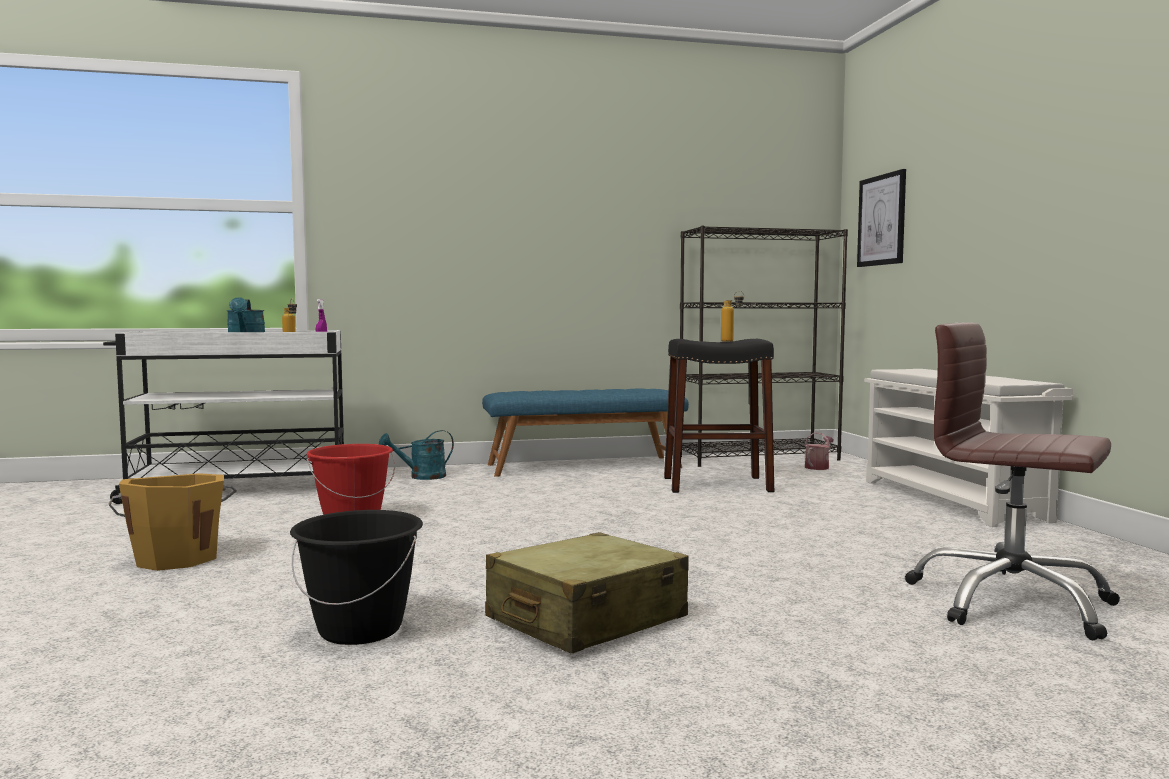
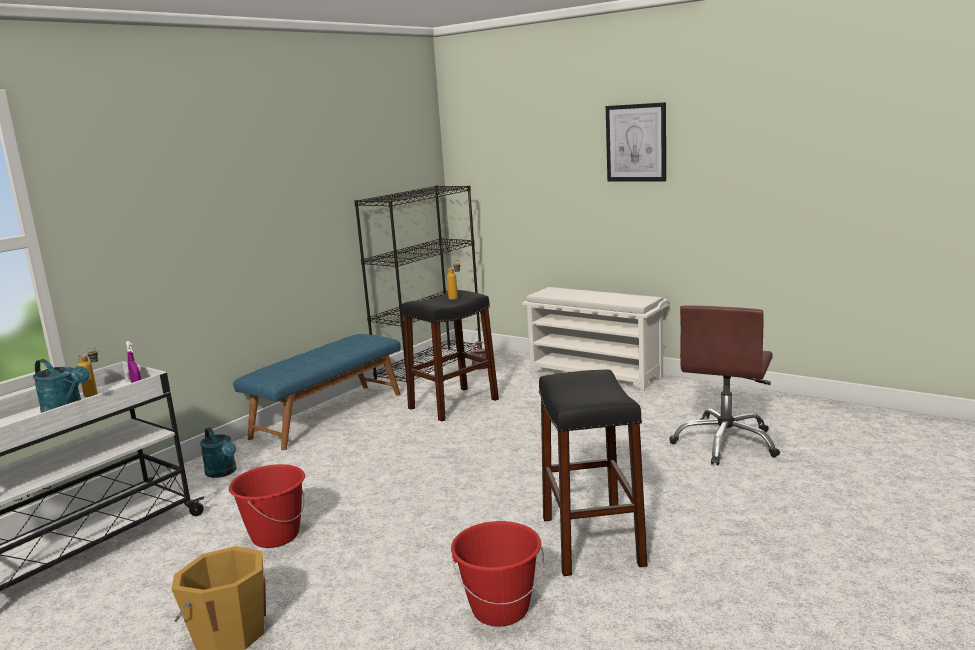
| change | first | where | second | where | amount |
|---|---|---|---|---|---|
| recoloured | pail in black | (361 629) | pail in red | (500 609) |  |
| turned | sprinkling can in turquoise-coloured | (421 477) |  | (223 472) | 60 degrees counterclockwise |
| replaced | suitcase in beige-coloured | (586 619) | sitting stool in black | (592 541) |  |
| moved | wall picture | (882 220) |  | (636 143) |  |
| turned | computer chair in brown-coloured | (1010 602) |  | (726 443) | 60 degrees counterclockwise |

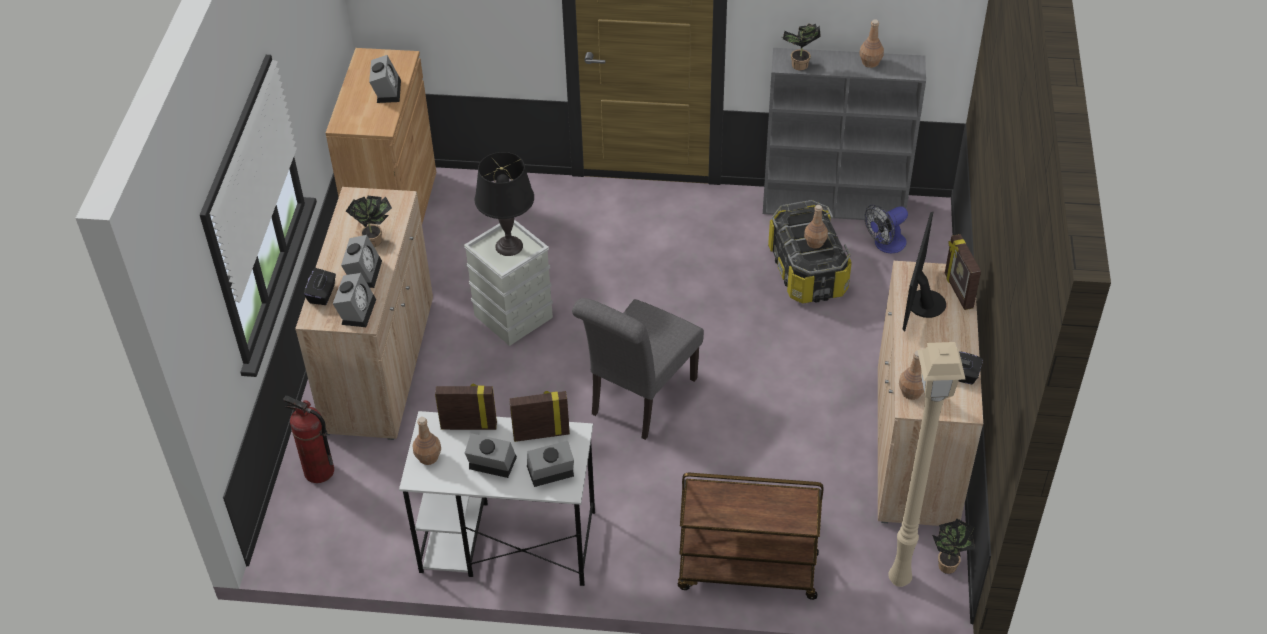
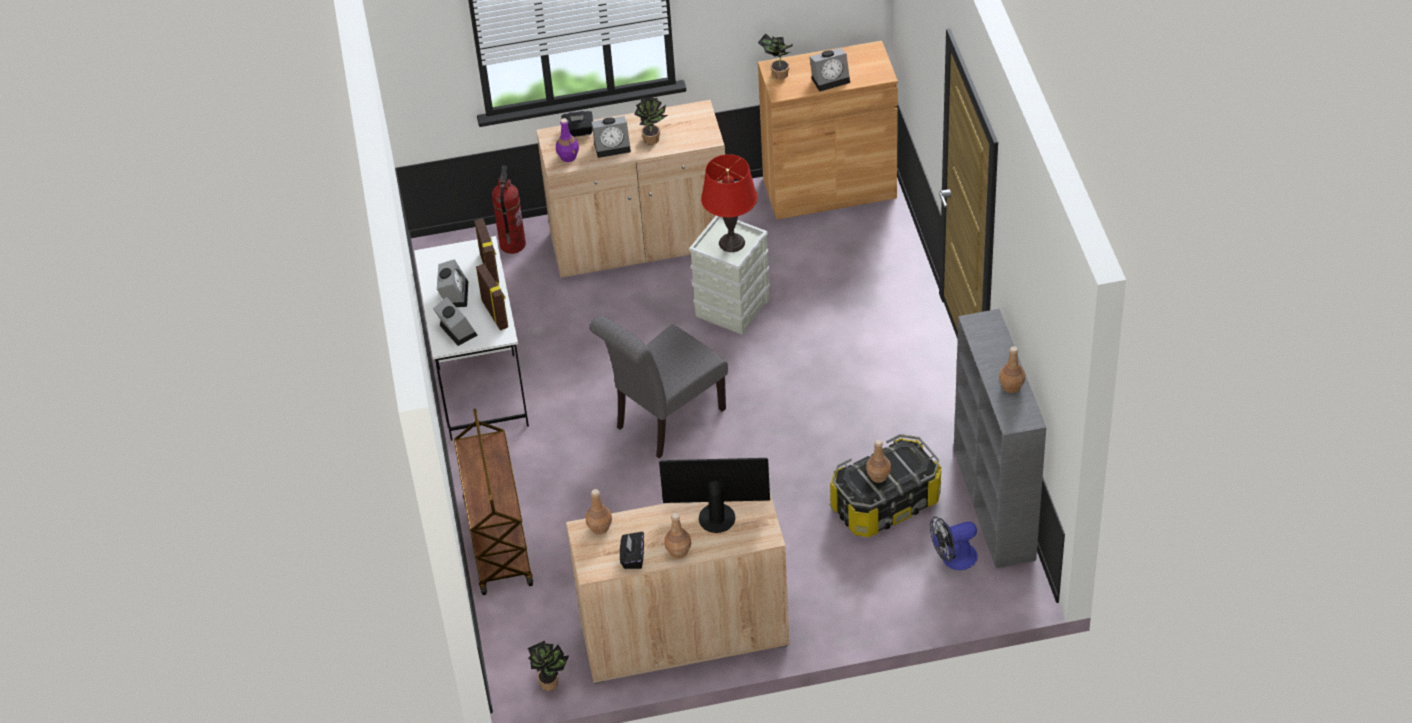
| change | first | where | second | where | amount |
|---|---|---|---|---|---|
| replaced | table clock | (357 310) | bottle in purple | (568 156) |  |
| moved | bottle in brown-coloured | (428 457) |  | (678 551) |  |
| recoloured | lamp for a table in black | (509 246) | lamp for a table in red | (732 242) |  |
| turned | chair in grey | (639 400) |  | (665 421) | 60 degrees counterclockwise |
| moved | potted plant | (798 66) |  | (777 74) |  |
| turned | cooling fan | (885 245) |  | (953 559) | 60 degrees counterclockwise |
| removed | floor lamp in beige-coloured | (898 580) |  |  |  |
| removed | photo frame | (957 291) |  |  |  |

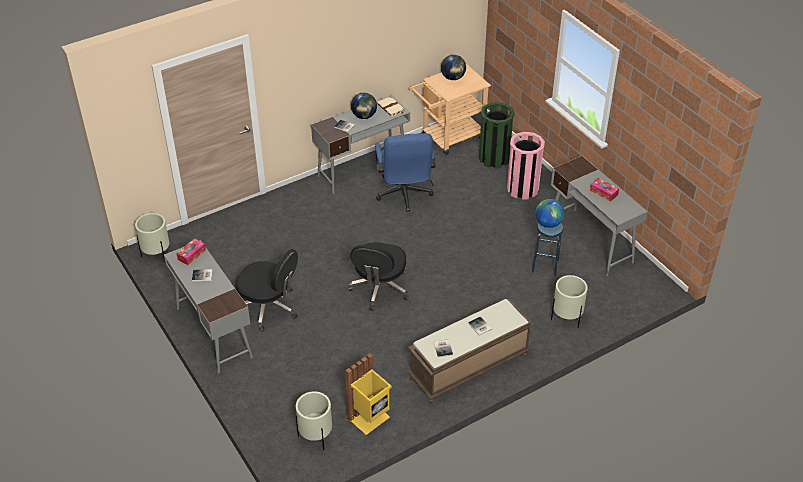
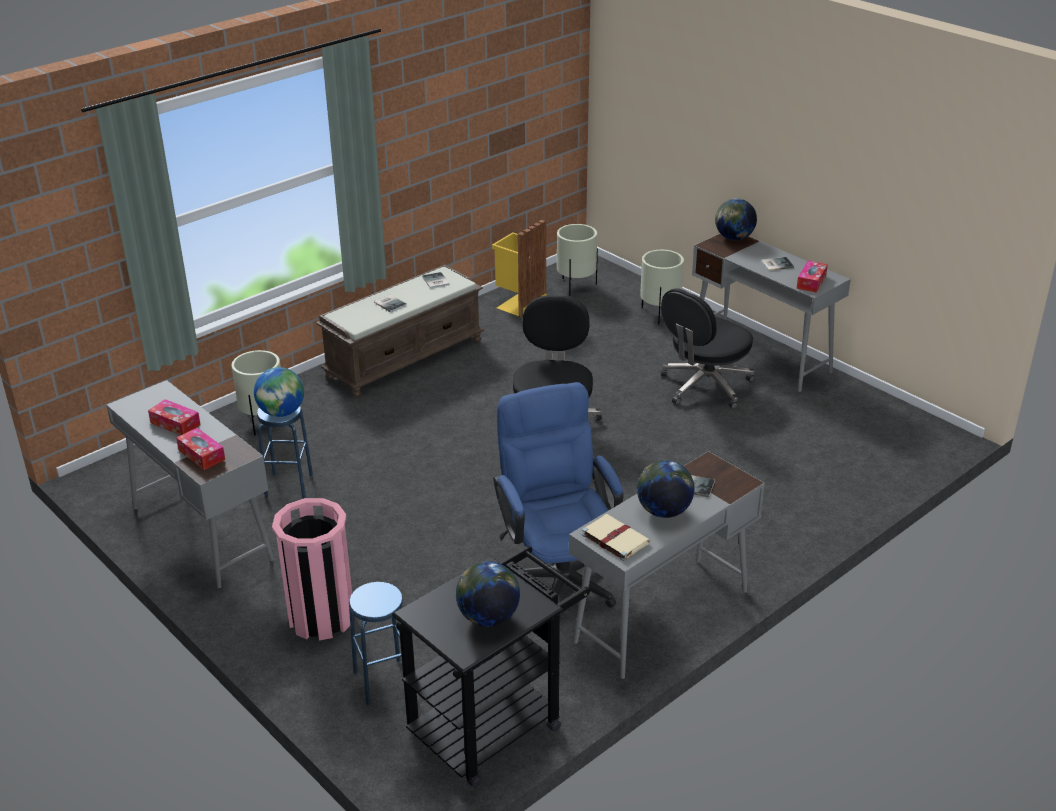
| change | first | where | second | where | amount |
|---|---|---|---|---|---|
| moved | planter in beige-coloured | (157 255) |  | (659 313) |  |
| turned | computer chair in black | (269 308) |  | (704 386) | 60 degrees counterclockwise |
| recoloured | trolley in beige-coloured | (448 138) | trolley in black | (495 722) |  |
| replaced | trash can in green | (494 158) | sitting stool in blue-coloured | (383 681) |  |
| added |  |  | box of tissues | (201 455) |  |
| added |  |  | world globe | (734 238) |  |

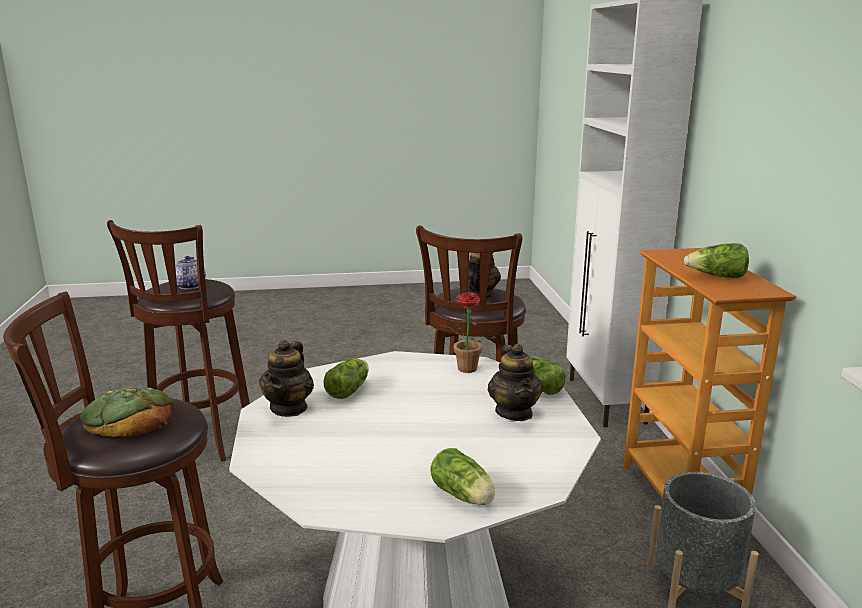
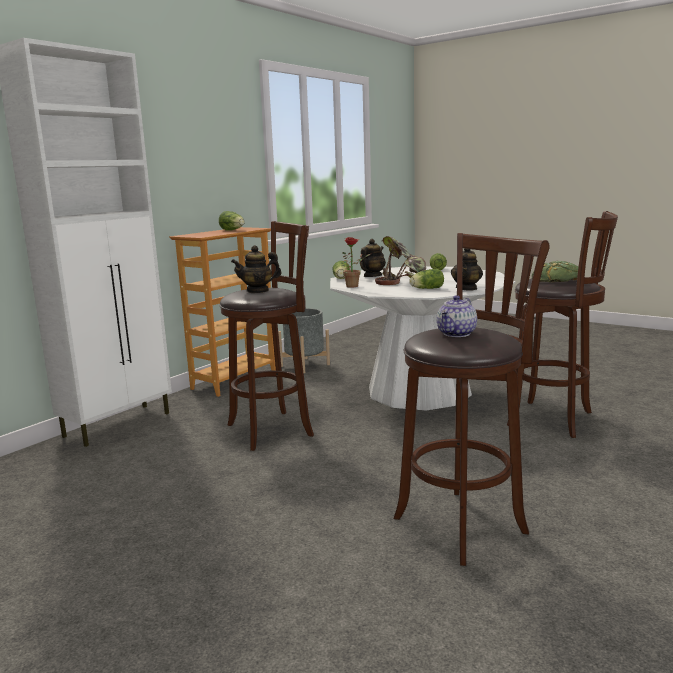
| change | first | where | second | where | amount |
|---|---|---|---|---|---|
| turned | tea pot | (289 408) |  | (466 288) | 150 degrees clockwise |
| added |  |  | potted plant | (402 281) |  |

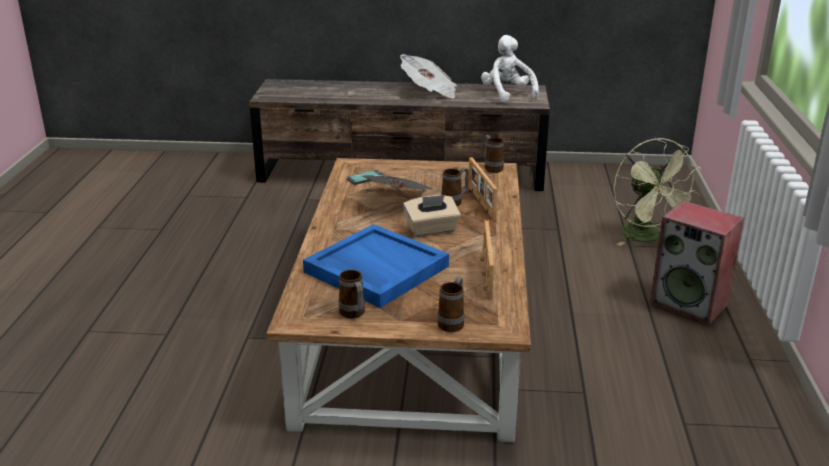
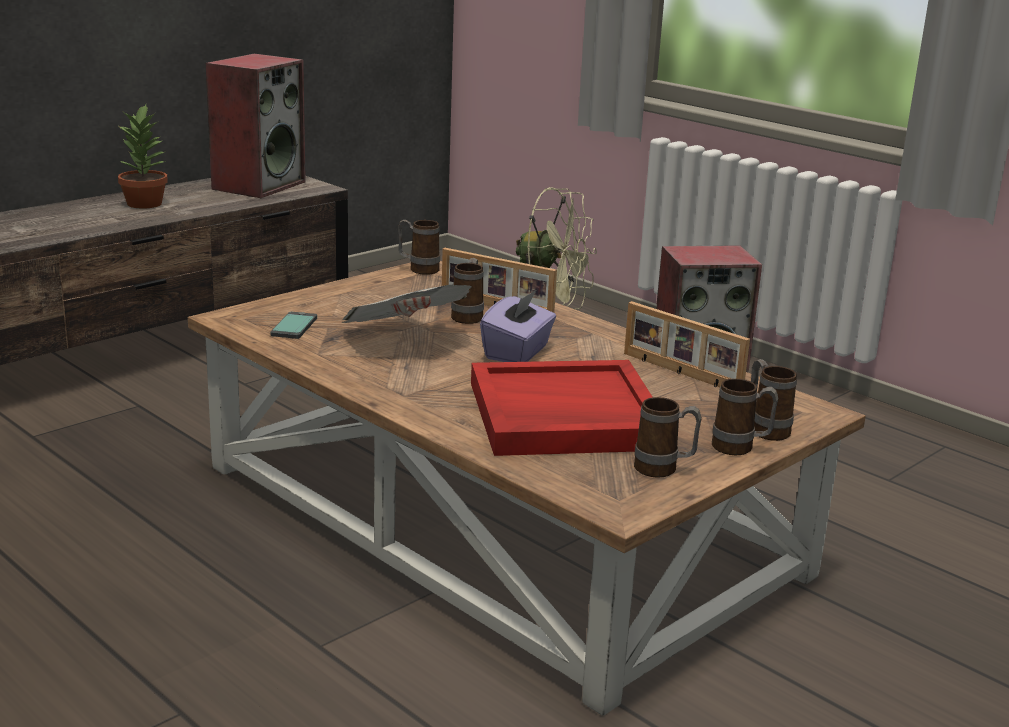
| change | first | where | second | where | amount |
|---|---|---|---|---|---|
| recoloured | carrying tray in blue-coloured | (375 269) | carrying tray in red | (564 416) |  |
| replaced | daily paper | (429 92) | potted plant | (145 204) |  |
| recoloured | box of tissues in beige-coloured | (431 230) | box of tissues in purple | (517 352) |  |
| replaced | soft toy in whitish | (507 94) | speaker | (259 185) |  |
| added |  |  | tea mug | (740 448) |  |

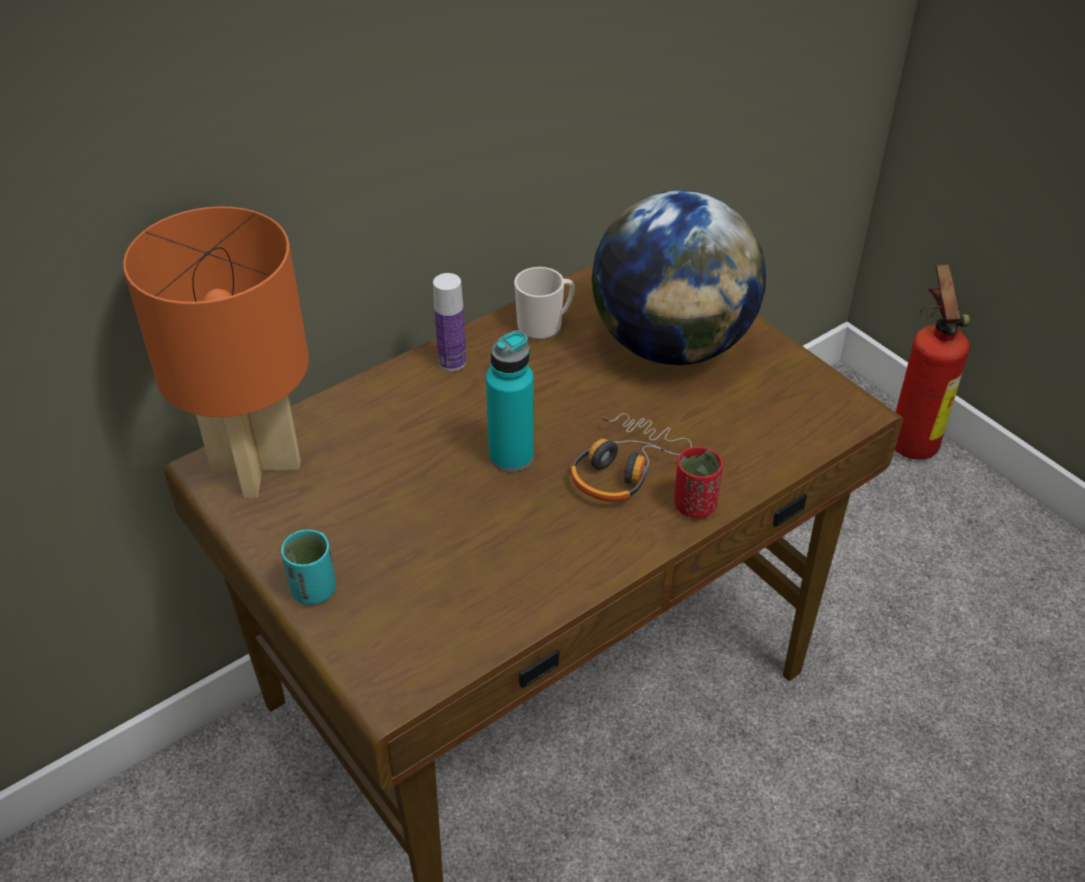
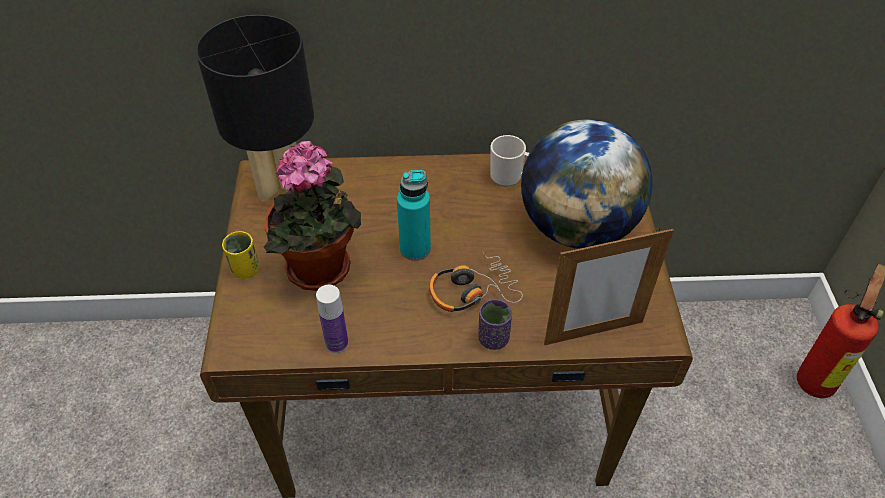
| change | first | where | second | where | amount |
|---|---|---|---|---|---|
| recoloured | lamp for a table in orangey | (255 464) | lamp for a table in black | (280 183) |  |
| recoloured | cup in turquoise-coloured | (313 590) | cup in yellow-coloured | (245 269) |  |
| moved | bottle | (452 362) |  | (337 343) |  |
| recoloured | cup in red | (694 505) | cup in purple | (493 338) |  |
| added |  |  | potted plant | (322 271) |  |
| added |  |  | photo frame | (593 332) |  |

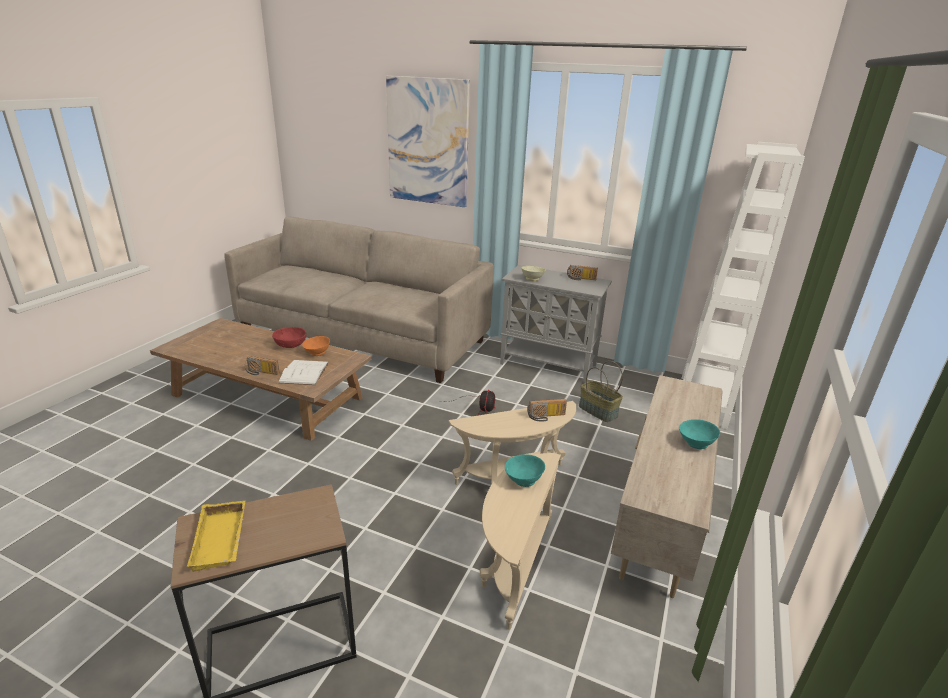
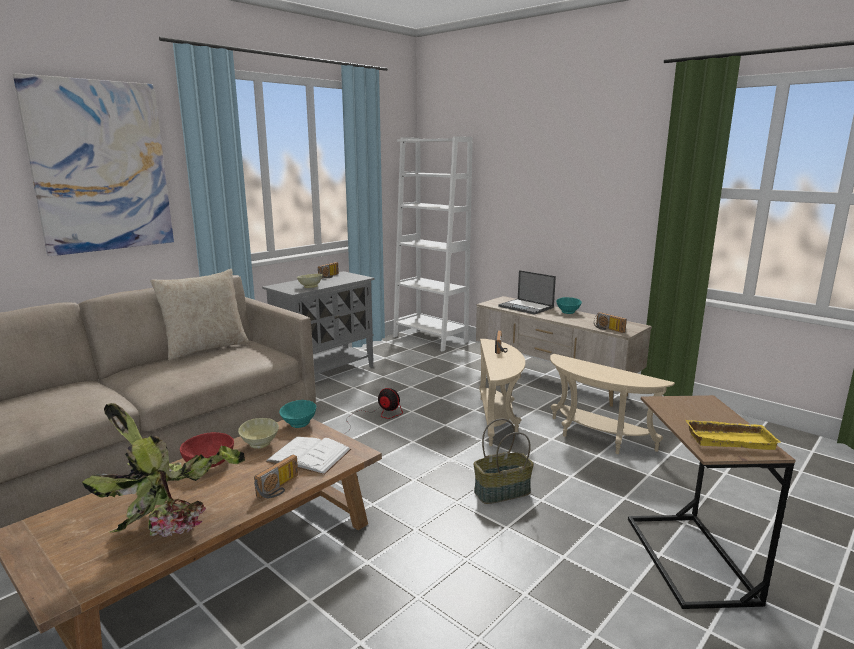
| change | first | where | second | where | amount |
|---|---|---|---|---|---|
| recoloured | bowl in orangey | (317 353) | bowl in beige-coloured | (259 444) |  |
| moved | bowl in turquoise-coloured | (523 480) |  | (298 424) |  |
| moved | household basket | (597 411) |  | (502 492) |  |
| added |  |  | potted plant | (177 522) |  |
| added |  |  | cushion in beige-coloured | (205 348) |  |
| added |  |  | portable computer | (526 307) |  |
| added |  |  | radio | (607 329) |  |

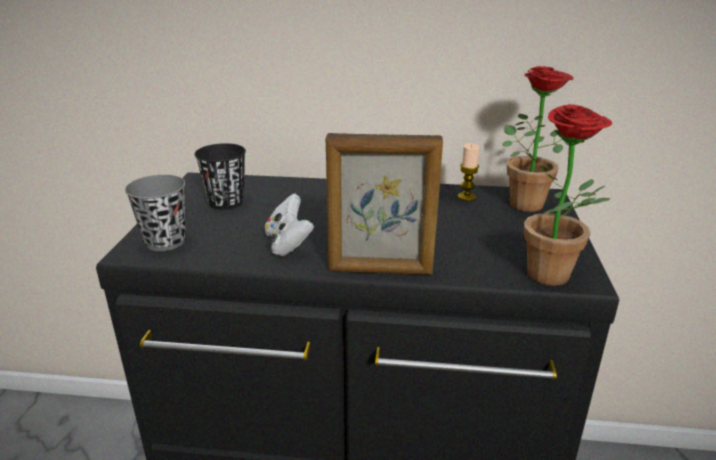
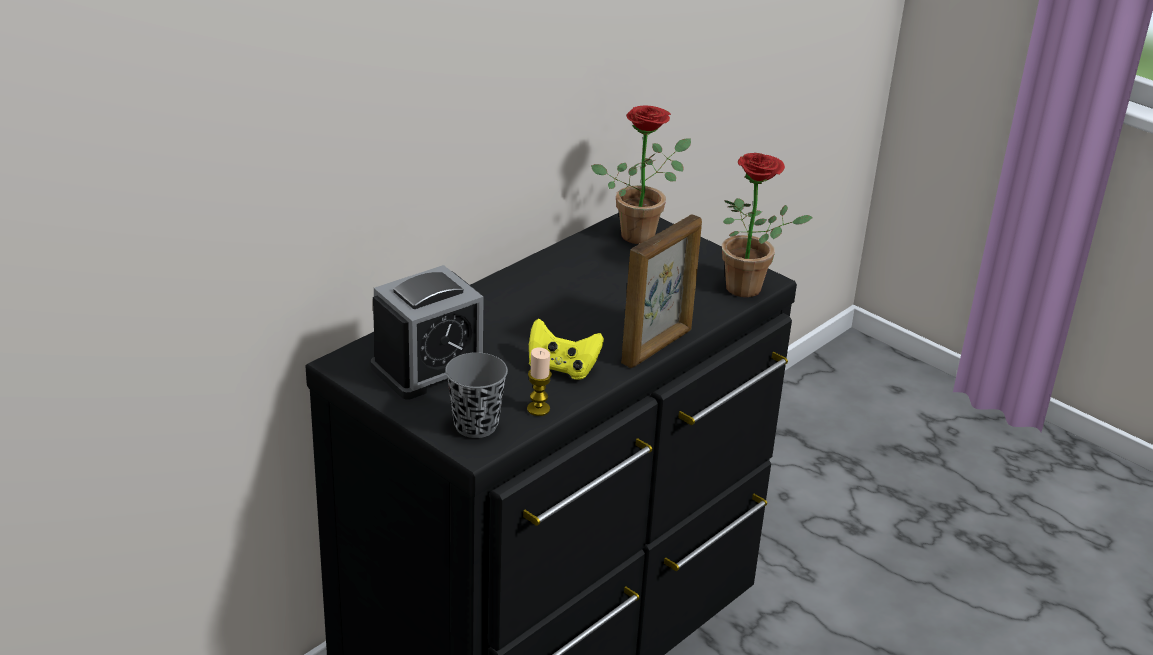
| change | first | where | second | where | amount |
|---|---|---|---|---|---|
| replaced | cup in black | (226 202) | table clock | (429 367) |  |
| recoloured | gamepad in whitish | (288 244) | gamepad in yellow-coloured | (562 368) |  |
| moved | candle | (466 197) |  | (538 409) |  |

